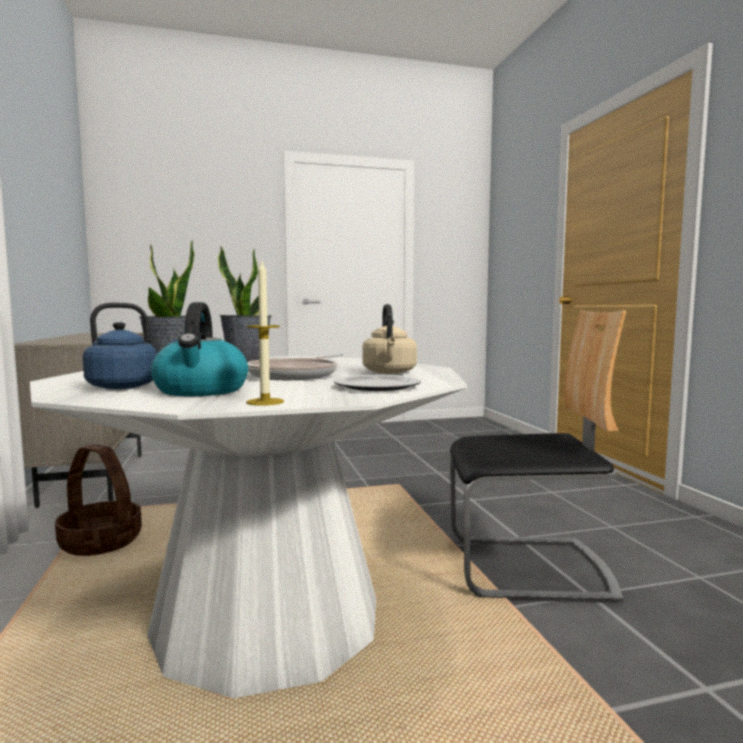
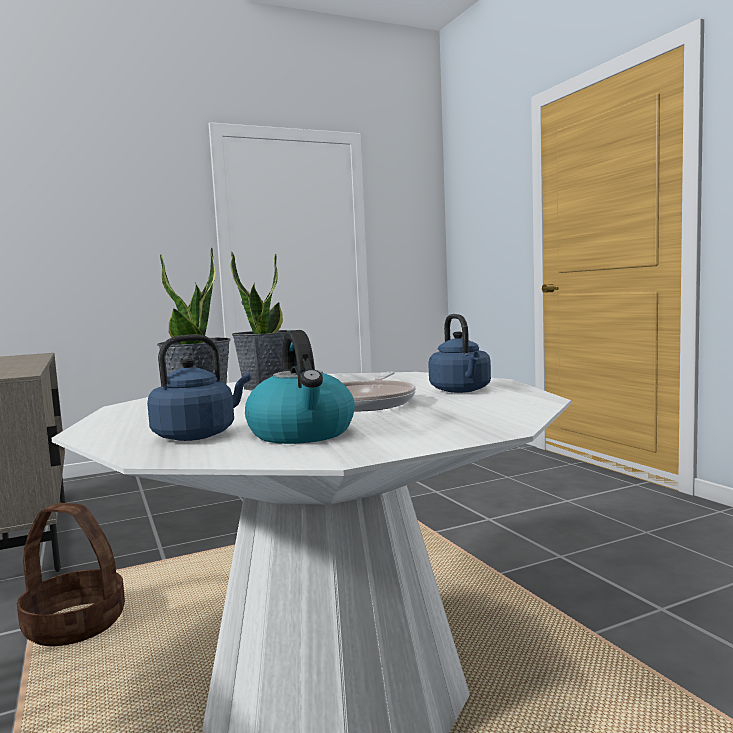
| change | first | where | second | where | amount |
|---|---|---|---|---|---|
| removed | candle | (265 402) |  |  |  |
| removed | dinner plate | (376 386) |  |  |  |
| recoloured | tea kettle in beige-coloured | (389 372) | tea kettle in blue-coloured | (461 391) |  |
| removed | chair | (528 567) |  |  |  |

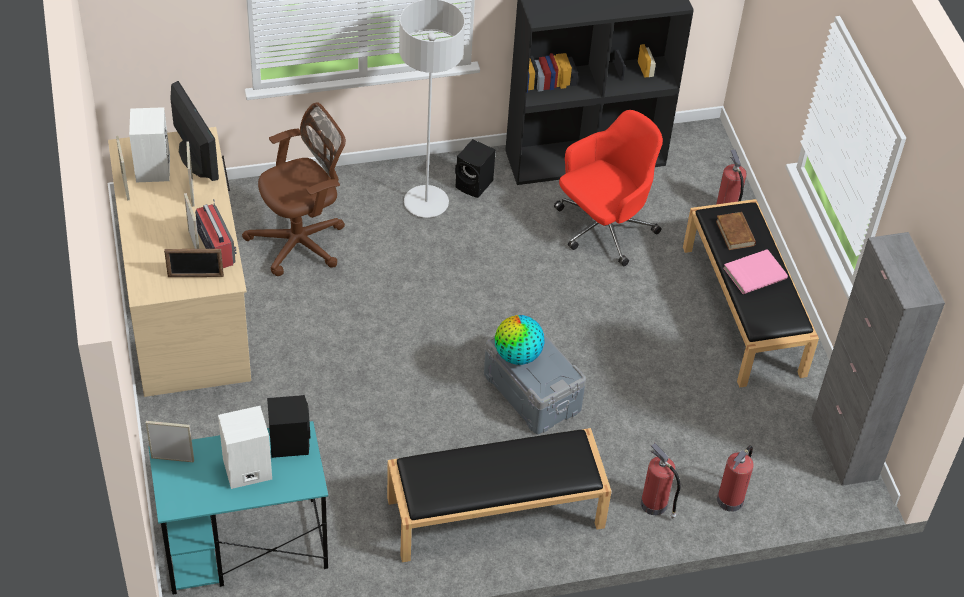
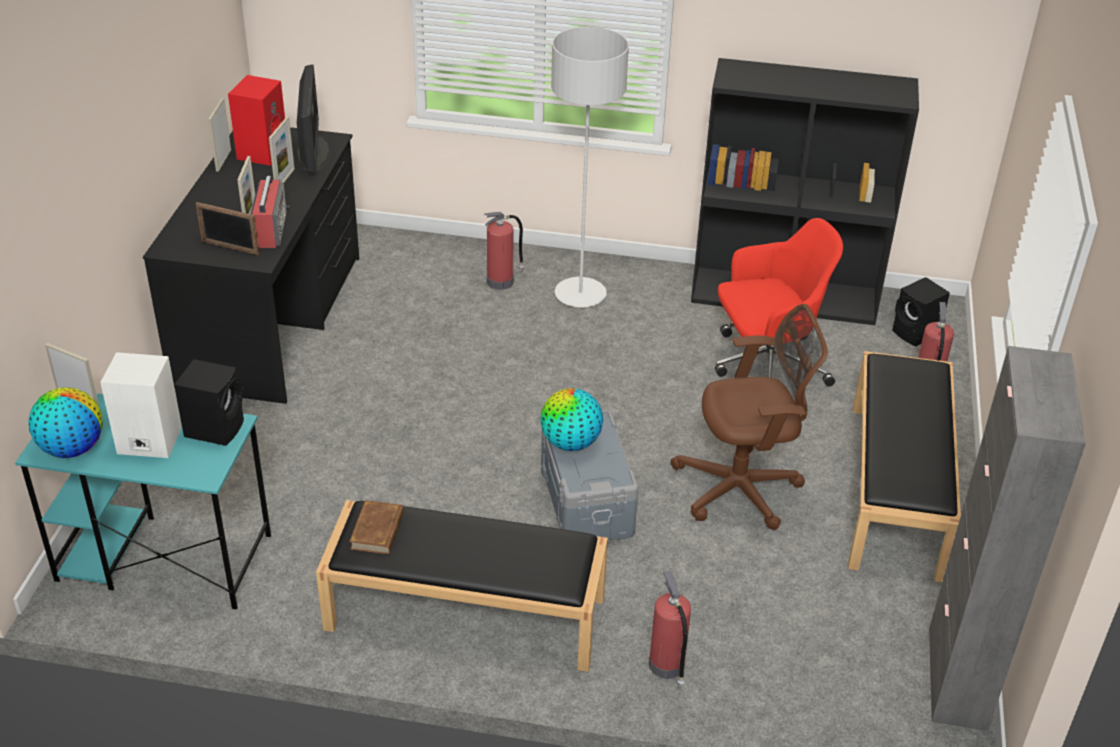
| change | first | where | second | where | amount |
|---|---|---|---|---|---|
| recoloured | desk table in beige-coloured | (186 304) | desk table in black | (271 319) |  |
| recoloured | speaker in whitish | (152 167) | speaker in red | (262 151) |  |
| moved | computer chair in brown-coloured | (302 242) |  | (743 489) |  |
| moved | speaker in black | (475 185) |  | (916 334) |  |
| moved | bound book in brown-coloured | (735 233) |  | (378 530) |  |
| moved | fire extinguisher | (731 499) |  | (501 281) |  |
| removed | bound book in pink-coloured | (754 273) |  |  |  |
| added |  |  | world globe | (72 448) |  |

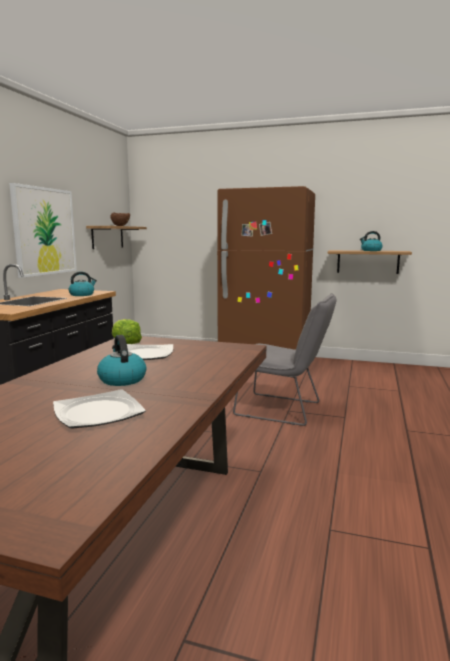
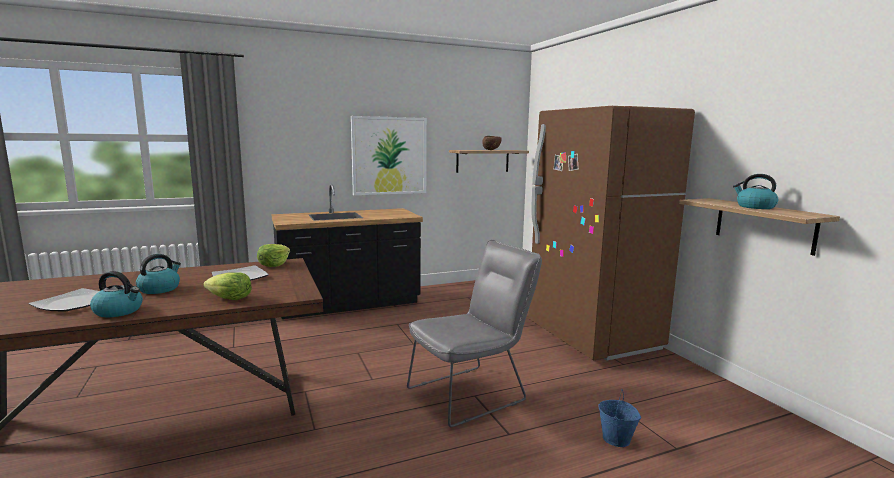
| change | first | where | second | where | amount |
|---|---|---|---|---|---|
| moved | tea kettle | (82 295) |  | (119 311) |  |
| turned | chair in grey | (284 410) |  | (472 392) | 105 degrees counterclockwise |
| added |  |  | head of lettuce | (230 298) |  |
| added |  |  | pail in blue-coloured | (616 439) |  |

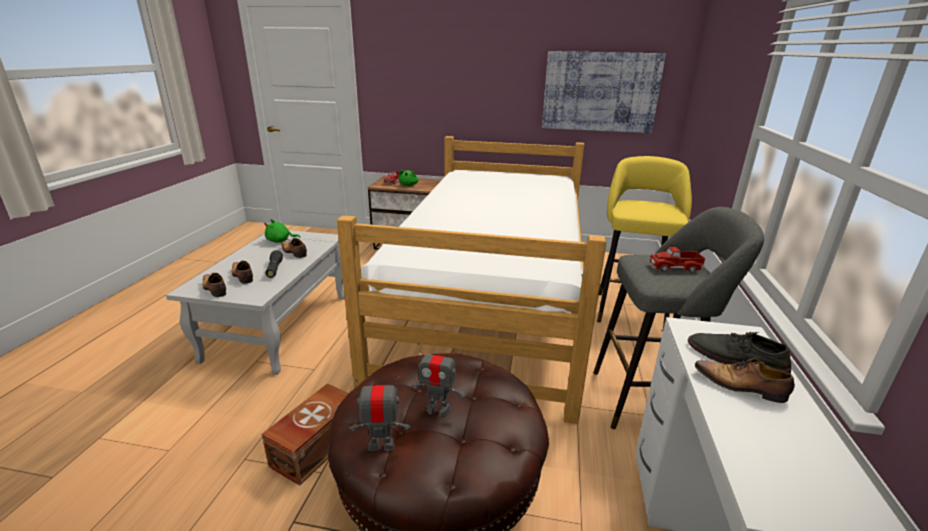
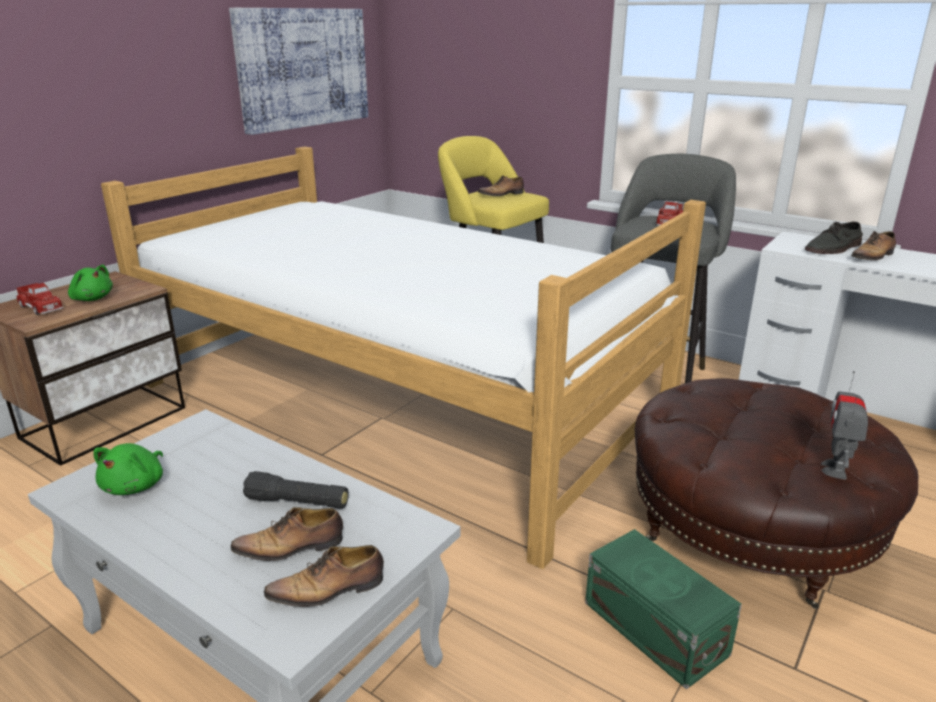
| change | first | where | second | where | amount |
|---|---|---|---|---|---|
| recoloured | storage box in brown-coloured | (315 446) | storage box in green | (655 630) |  |
| moved | shoe | (294 252) |  | (502 194) |  |
| removed | robot figure | (438 408) |  |  |  |

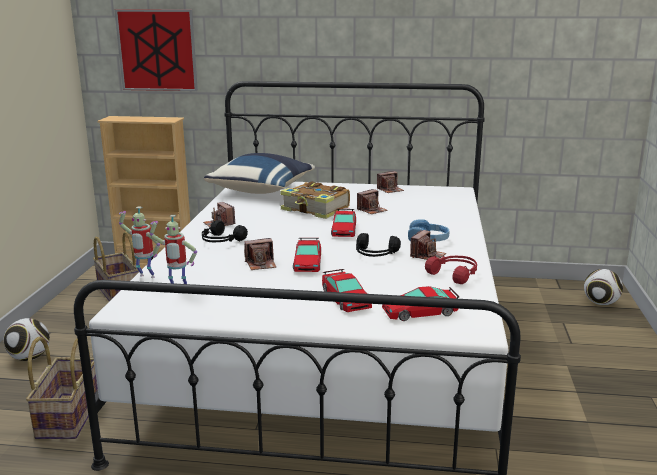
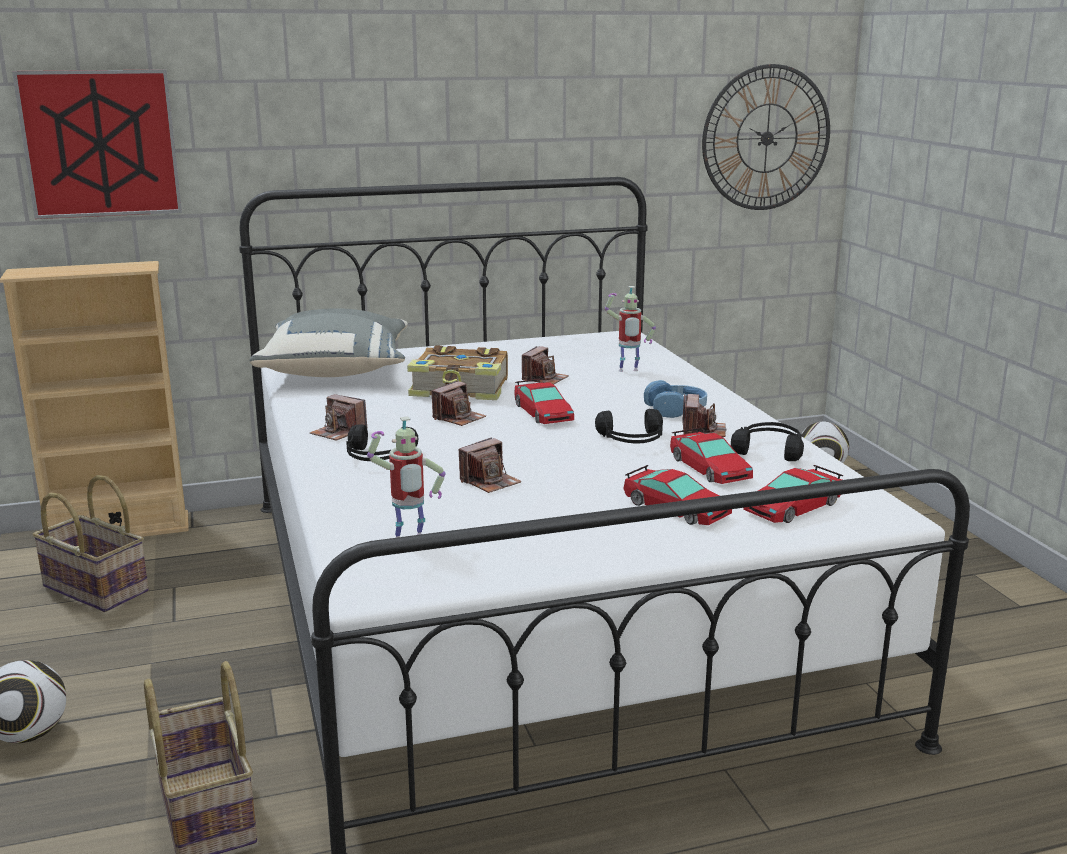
| change | first | where | second | where | amount |
|---|---|---|---|---|---|
| moved | robot figure | (145 277) |  | (628 371) |  |
| recoloured | cushion in blue-coloured | (262 190) | cushion in grey | (337 371) |  |
| moved | miniature car | (307 262) |  | (708 468) |  |
| moved | photo camera | (390 190) |  | (459 418) |  |
| recoloured | headset in red | (454 274) | headset in black | (769 450) |  |
| added |  |  | clock on the wall | (766 138) |  |

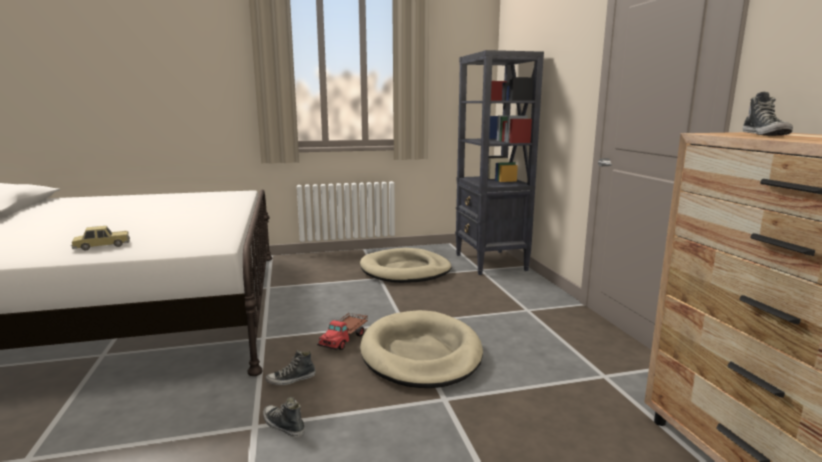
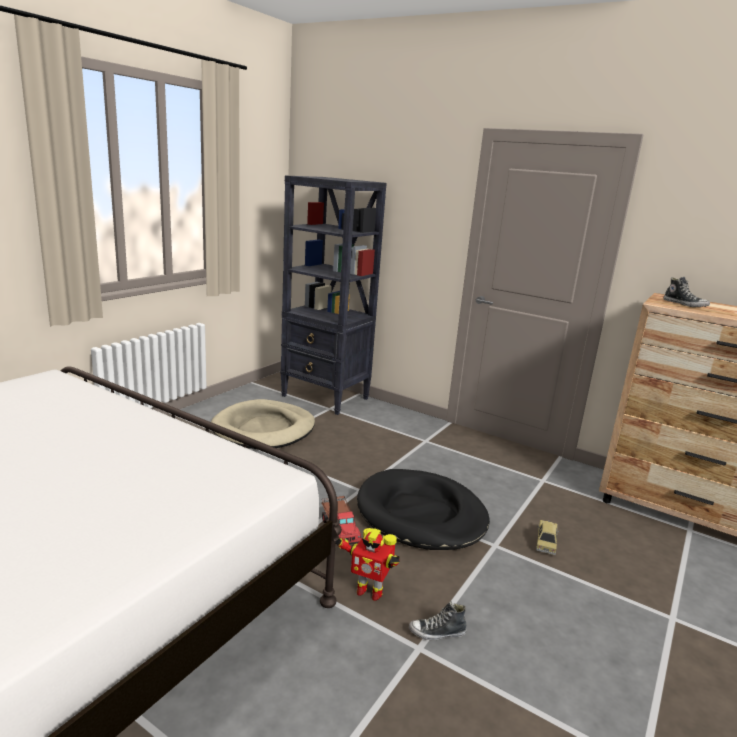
| change | first | where | second | where | amount |
|---|---|---|---|---|---|
| moved | miniature car | (102 246) |  | (546 542) |  |
| replaced | shoe | (291 379) | robot figure | (369 591) |  |
| recoloured | dog bed in beige-coloured | (421 354) | dog bed in black | (421 514) |  |

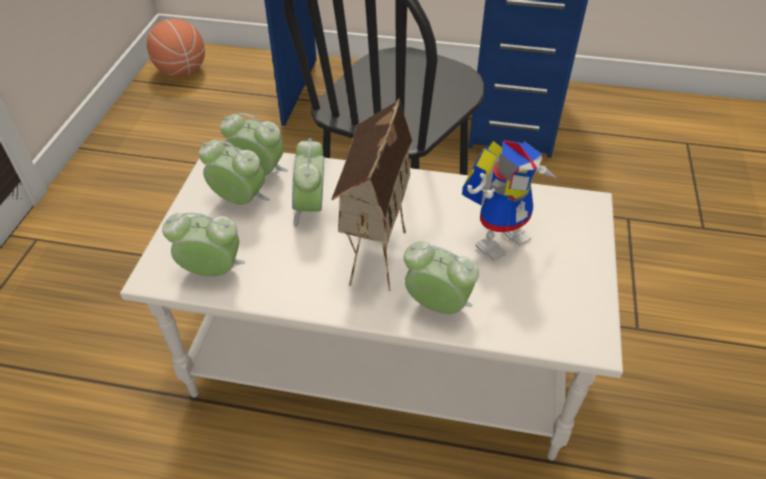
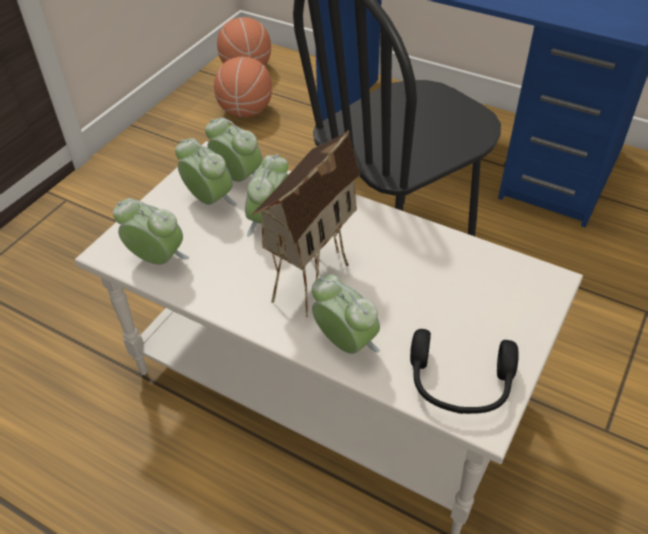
| change | first | where | second | where | amount |
|---|---|---|---|---|---|
| removed | robot figure | (500 236) |  |  |  |
| added |  |  | basketball | (246 111) |  |
| added |  |  | headset in black | (459 385) |  |

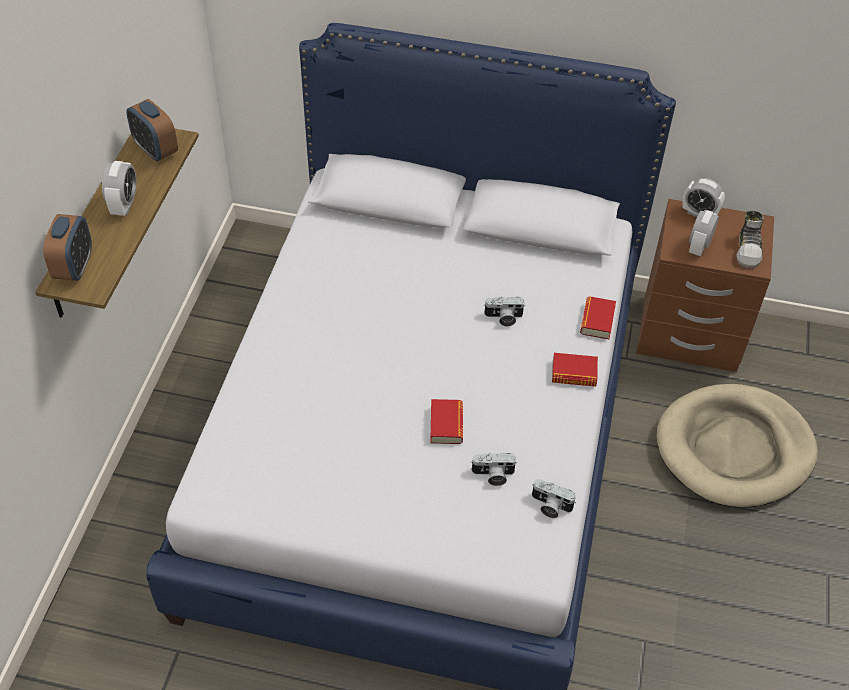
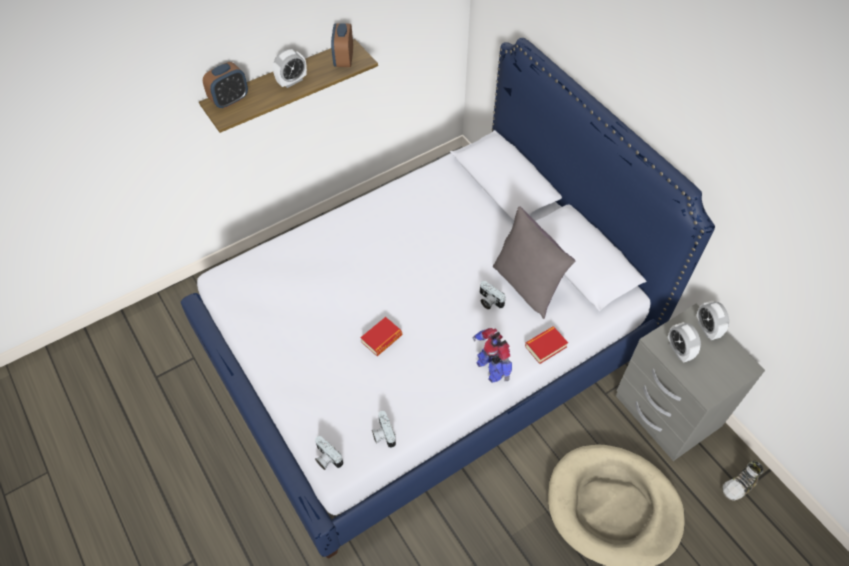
| change | first | where | second | where | amount |
|---|---|---|---|---|---|
| moved | photo camera | (493 475) |  | (326 458) |  |
| replaced | bound book | (574 373) | robot figure | (491 368) |  |
| recoloured | night table in brown-coloured | (689 335) | night table in grey | (666 412) |  |
| turned | table clock | (699 246) |  | (678 350) | 90 degrees counterclockwise |
| moved | shoe | (749 250) |  | (740 485) |  |
| added |  |  | cushion in grey | (526 285) |  |

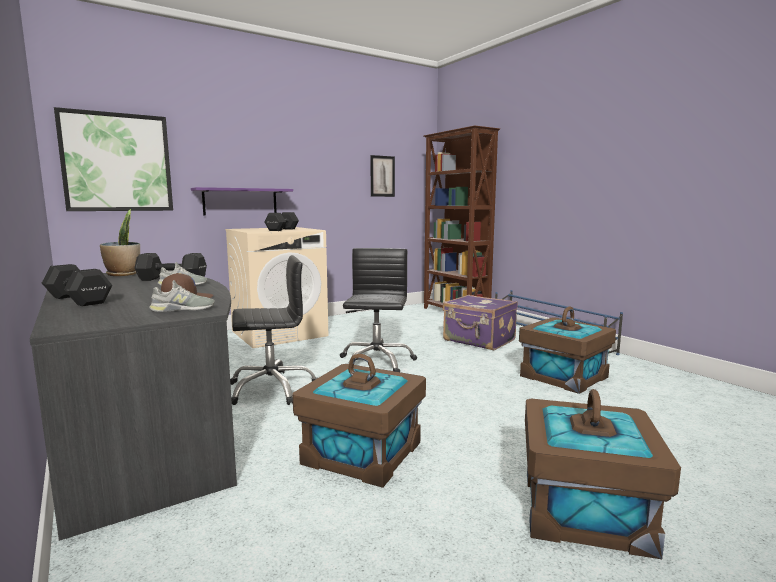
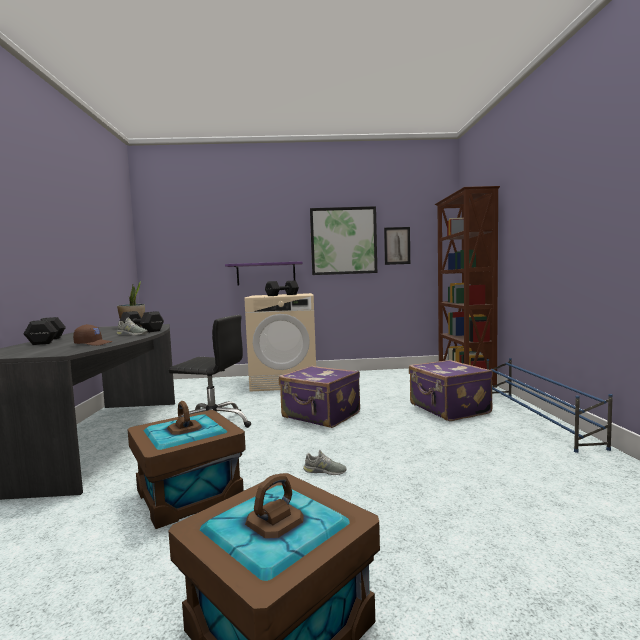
| change | first | where | second | where | amount |
|---|---|---|---|---|---|
| moved | wall picture | (117 162) |  | (343 241) |  |
| moved | shoe in grey | (183 309) |  | (324 471) |  |
| replaced | computer chair in black | (376 362) | suitcase in purple | (320 416) |  |
| removed | storage box in brown-coloured | (564 377) |  |  |  |

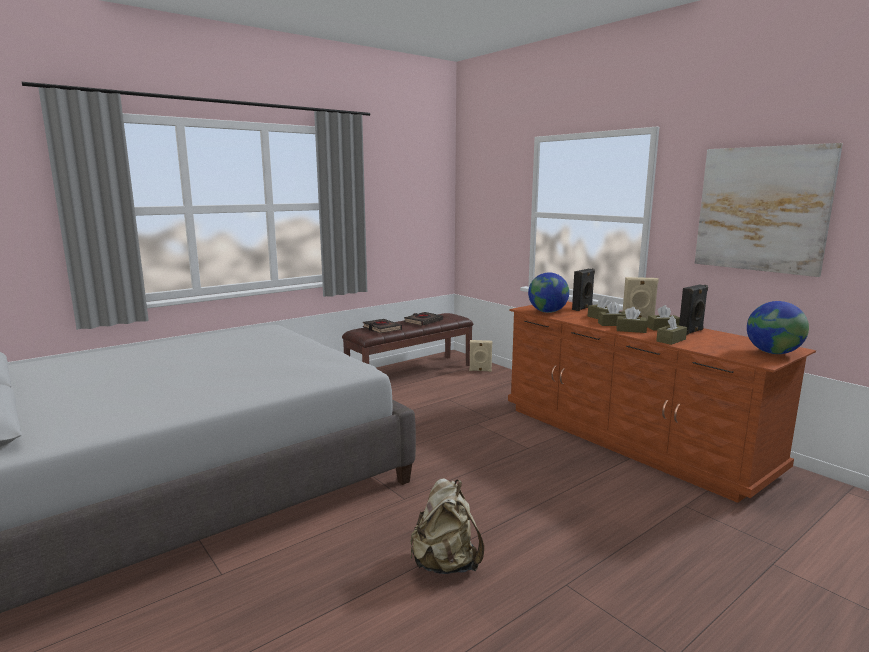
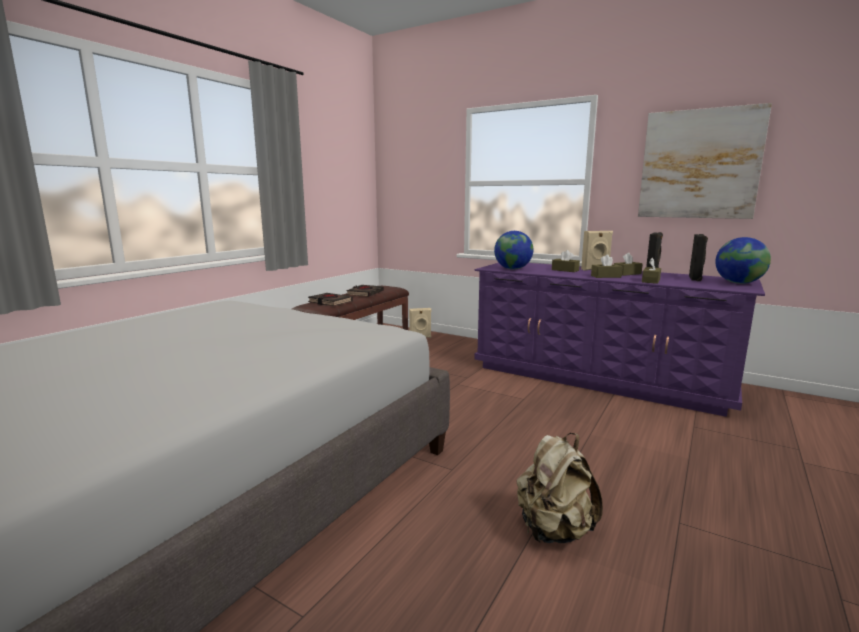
| change | first | where | second | where | amount |
|---|---|---|---|---|---|
| recoloured | drawer chest in brown-coloured | (630 438) | drawer chest in purple | (597 377) |  |
| moved | speaker in black | (583 308) |  | (695 278) |  |
| removed | box of tissues in brown-coloured | (613 324) |  |  |  |

